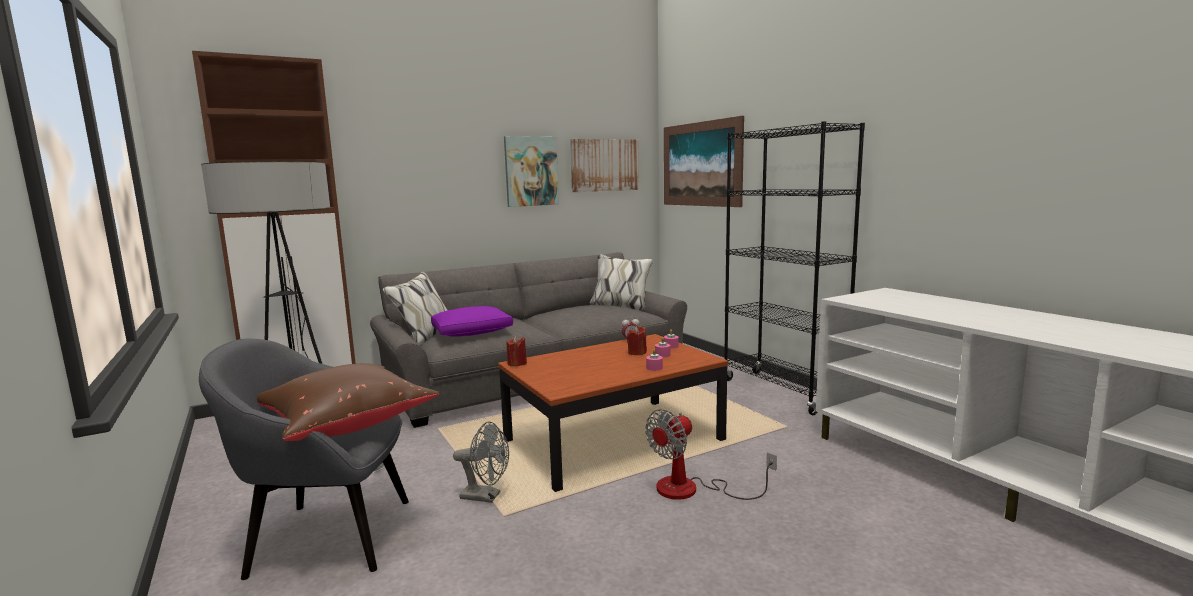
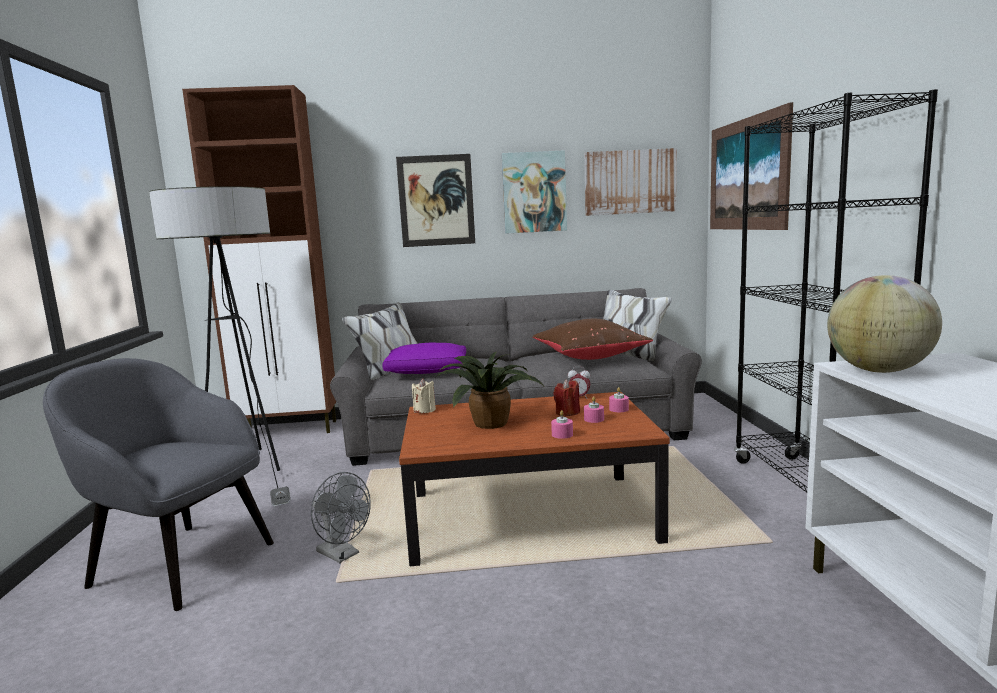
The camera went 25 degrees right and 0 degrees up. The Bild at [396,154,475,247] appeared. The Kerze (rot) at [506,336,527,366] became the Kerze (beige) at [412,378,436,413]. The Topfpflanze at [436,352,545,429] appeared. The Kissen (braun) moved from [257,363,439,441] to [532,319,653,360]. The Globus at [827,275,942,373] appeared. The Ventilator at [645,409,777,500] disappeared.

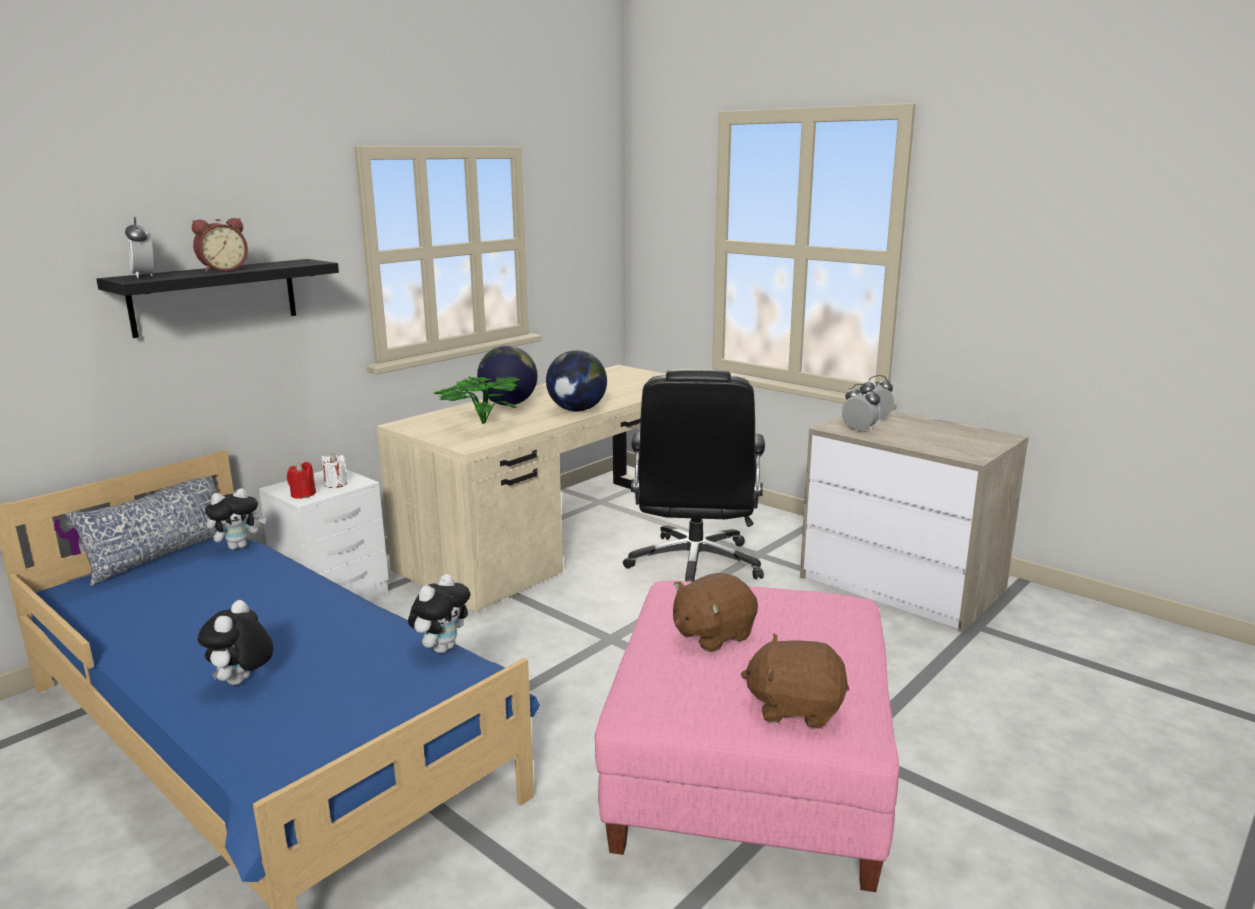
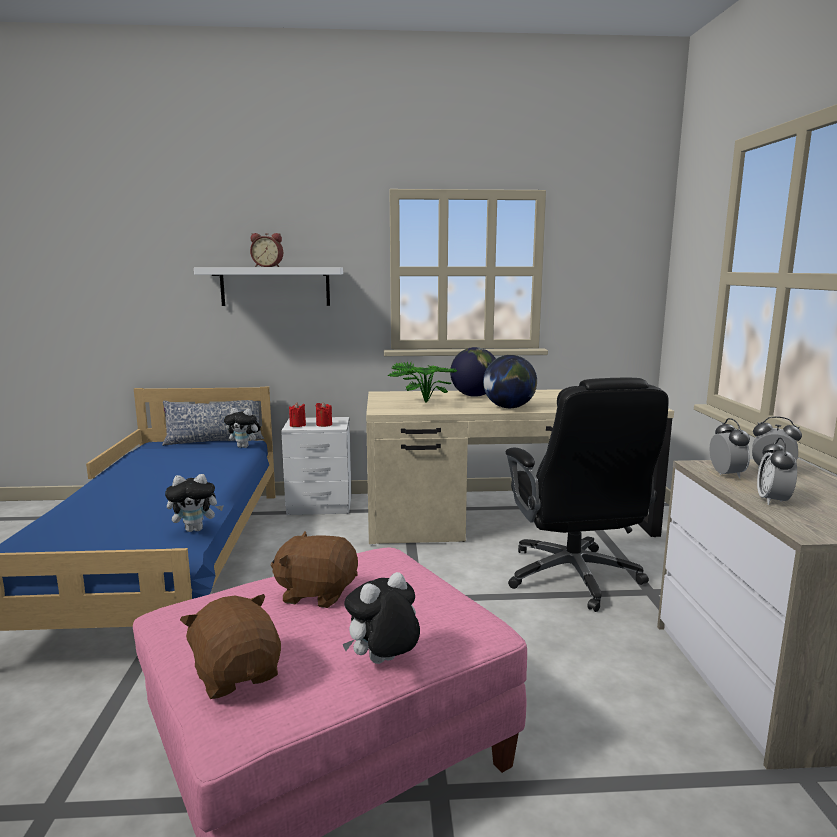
The camera went 45 degrees right and 5 degrees down. The Wandregal (schwarz) at [96,259,339,338] became the Wandregal (weiß) at [194,268,343,306]. The Kerze (weiß) at [322,453,347,488] became the Kerze (rot) at [316,402,332,427]. The Plüschtier moved from [198,600,273,685] to [343,572,420,664]. The Bürostuhl (schwarz) at [623,369,765,582] turned 60 degrees counterclockwise. The Wecker moved from [125,217,154,278] to [757,438,797,505].

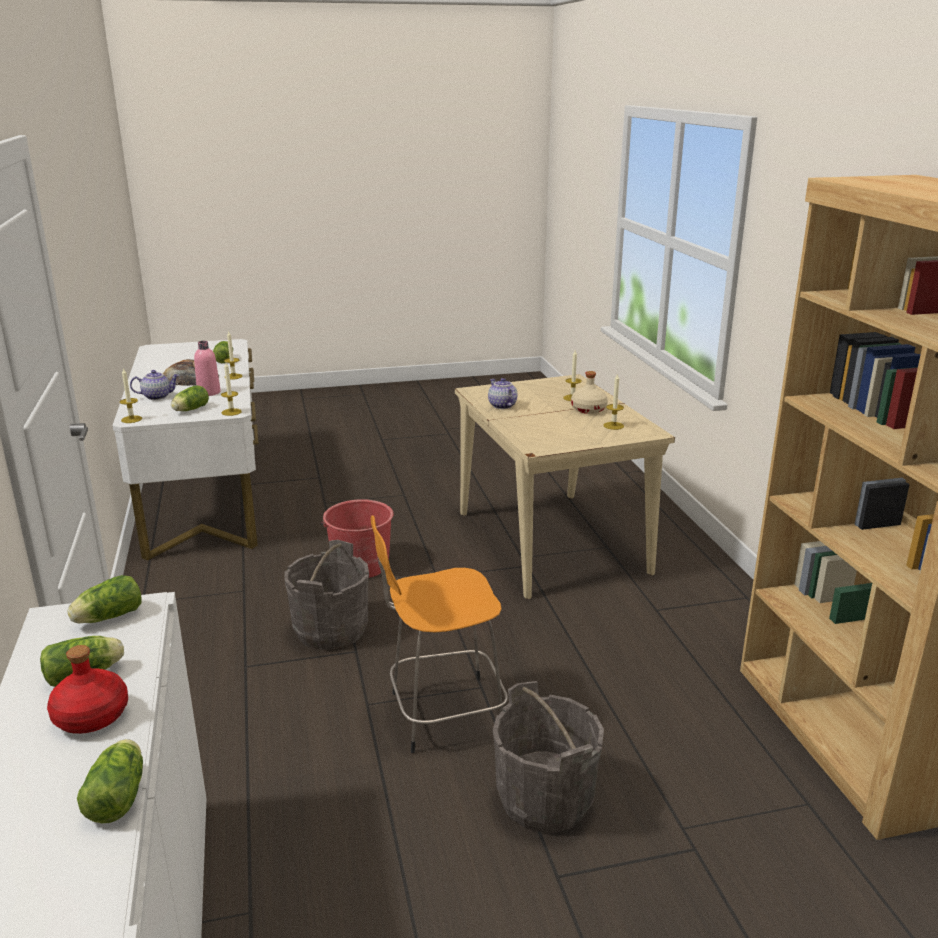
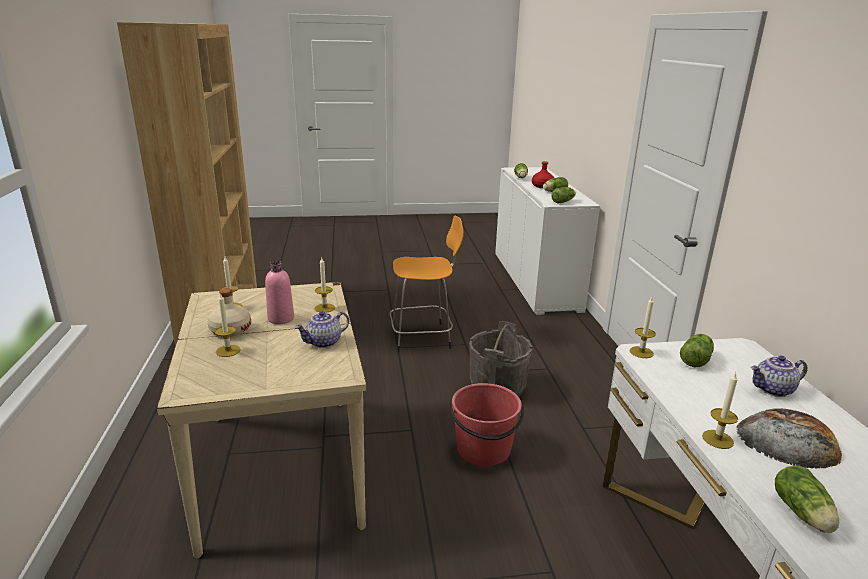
The camera went 175 degrees left and 0 degrees up. The Flasche (rosa) moved from [194,341,221,396] to [265,261,294,324]. The Teekanne at [488,378,518,409] turned 75 degrees clockwise. The Kerze moved from [120,368,142,423] to [314,258,335,313]. The Eimer (grau) at [493,681,604,833] disappeared.

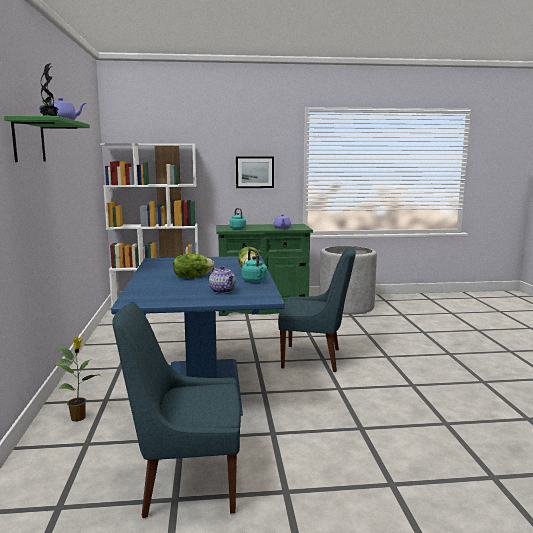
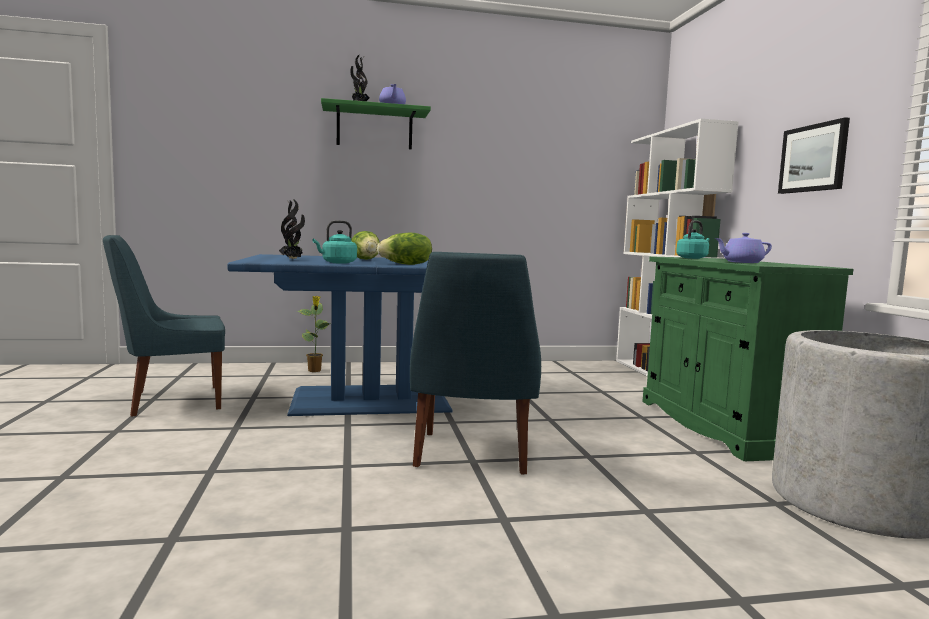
The camera went 85 degrees right and 5 degrees down. The Stuhl (blau) at [112,302,241,518] turned 105 degrees counterclockwise. The Teekanne at [209,266,236,293] was replaced by the Topfpflanze at [279,199,305,259].

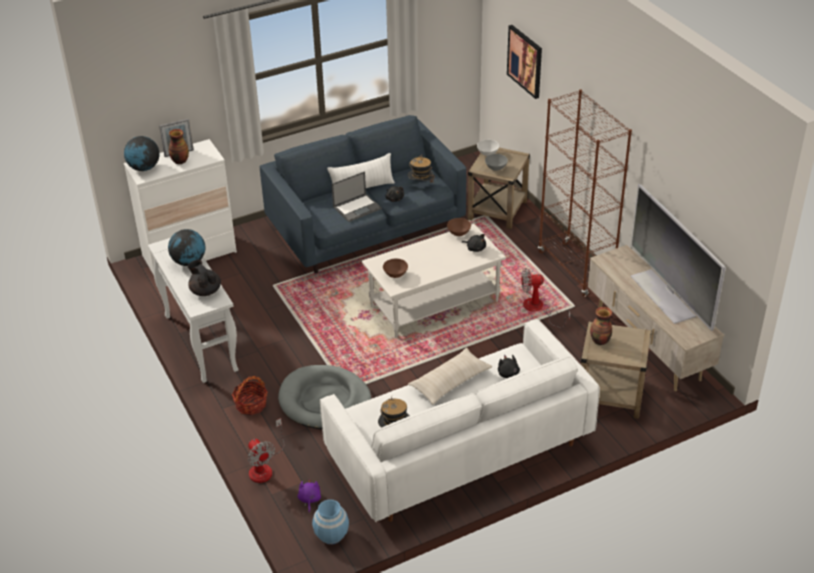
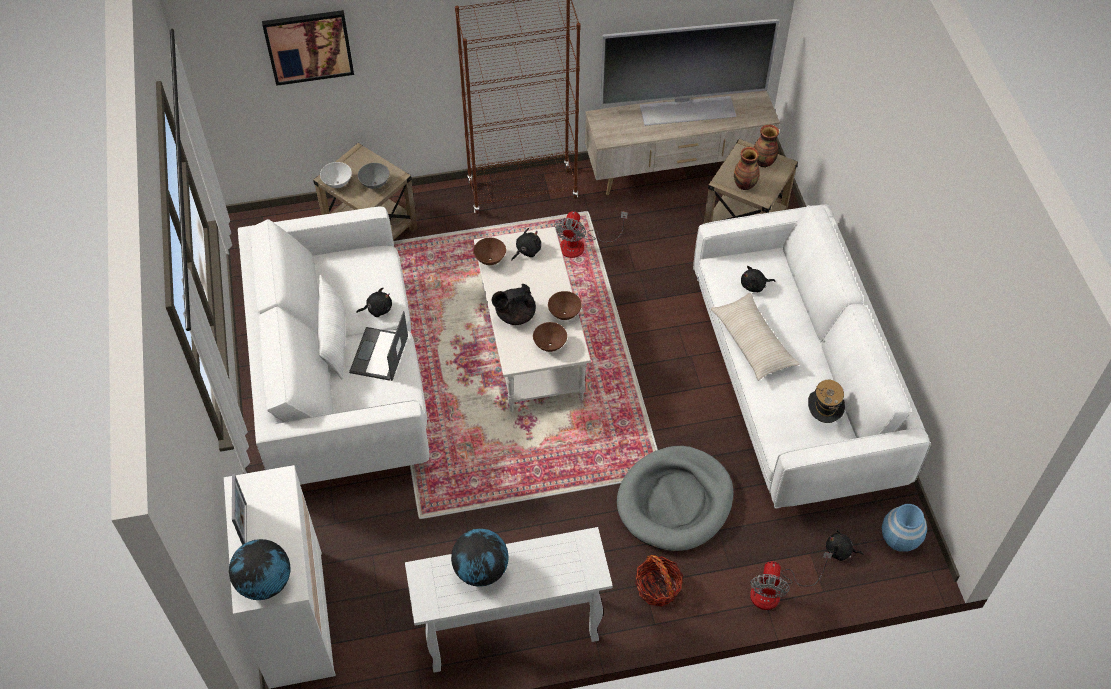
The camera went 75 degrees left and 15 degrees up. The Sofa (blau) at [260,115,467,273] became the Sofa (weiß) at [238,207,429,485]. The Laptop at [332,171,382,222] turned 150 degrees counterclockwise. The Teekanne (schwarz) moved from [188,260,221,296] to [492,284,536,325]. The Schüssel (braun) at [548,291,582,320] appeared. The Ventilator at [248,418,285,483] turned 120 degrees clockwise. The Vase moved from [169,129,189,164] to [754,125,779,168]. The Plüschtier (lila) at [298,478,321,513] became the Plüschtier (schwarz) at [826,530,864,561]. The Hut at [408,155,435,184] disappeared.

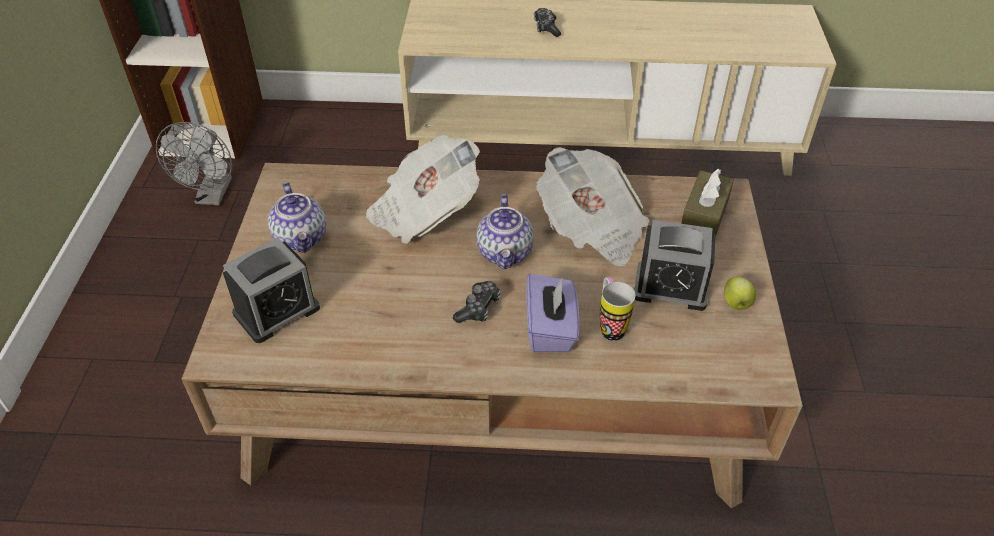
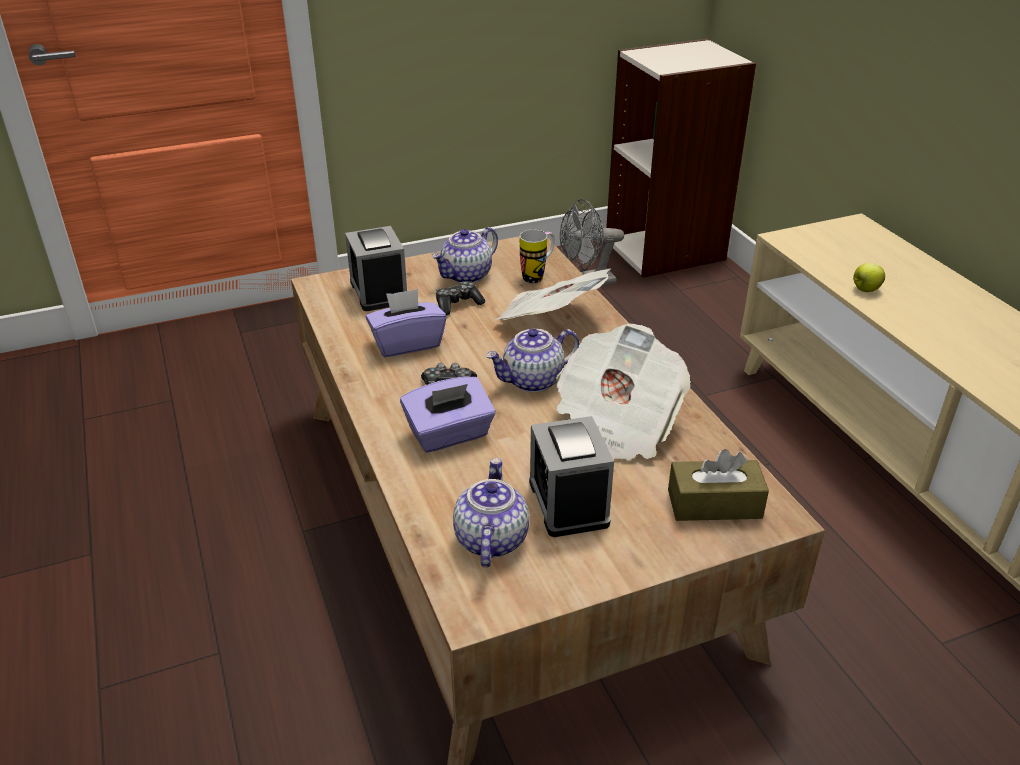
The camera went 65 degrees right and 10 degrees down. The Wecker at [223,237,320,343] turned 45 degrees clockwise. The Taschentuchbox (lila) at [366,289,447,357] appeared. The Gamepad moved from [534,8,561,37] to [436,281,485,315]. The Teekanne at [453,458,529,567] appeared. The Henkelbecher moved from [600,277,636,341] to [520,230,555,283]. The Apfel moved from [724,276,756,310] to [853,263,885,292].

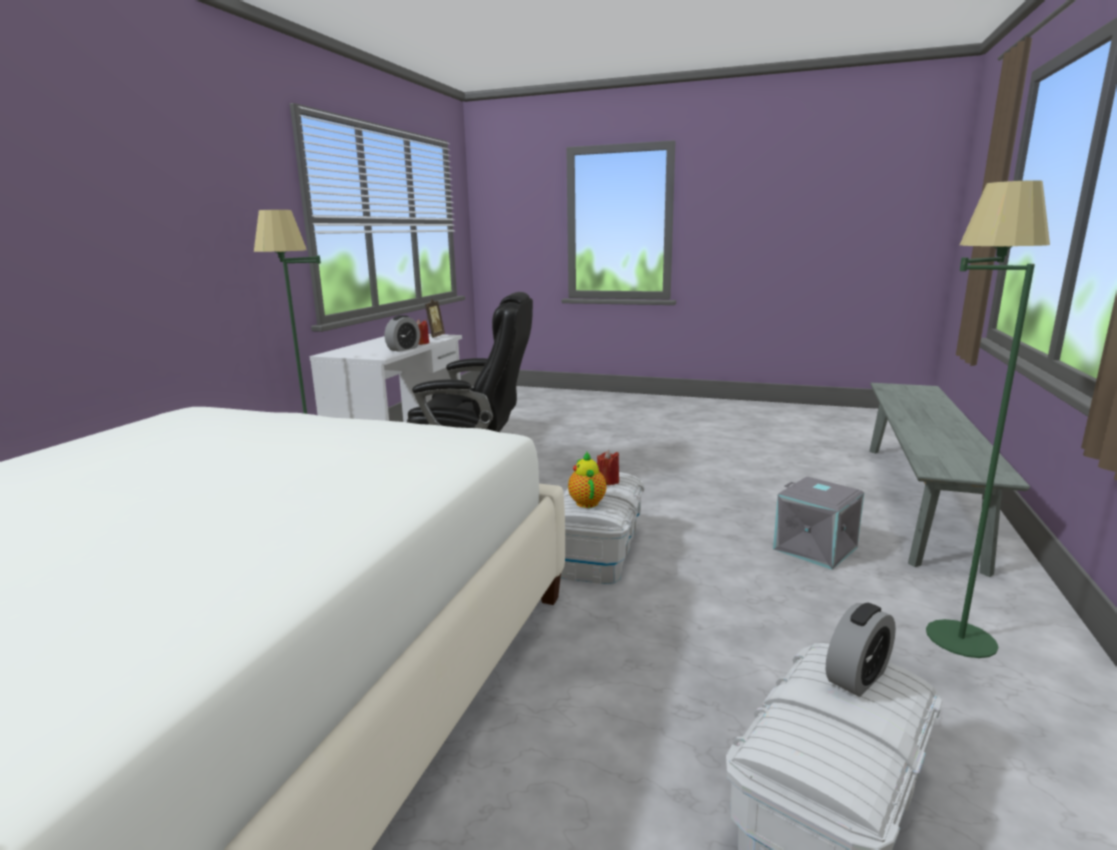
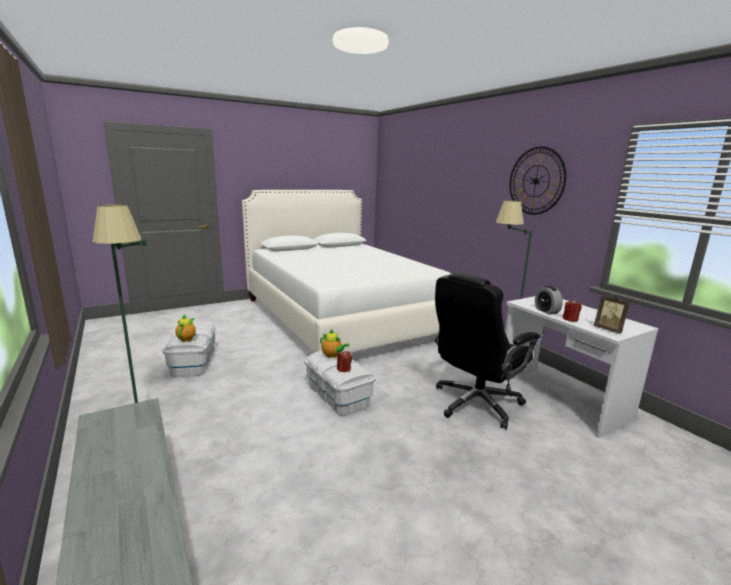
The camera went 130 degrees right and 0 degrees up. The Wecker at [826,603,896,697] was replaced by the Teekanne at [175,315,196,342]. The Wanduhr at [509,146,566,215] appeared. The Aufbewahrungsbox (grau) at [773,477,864,569] disappeared.

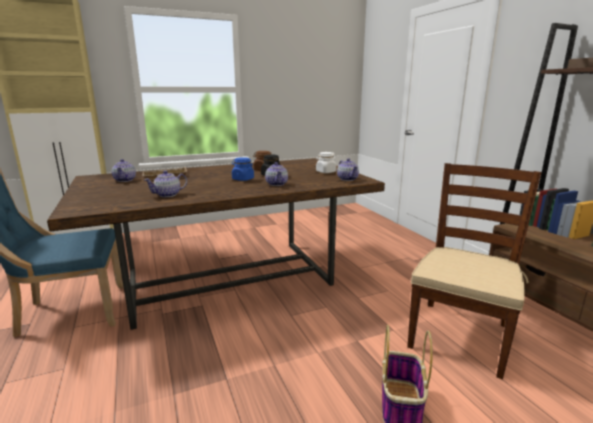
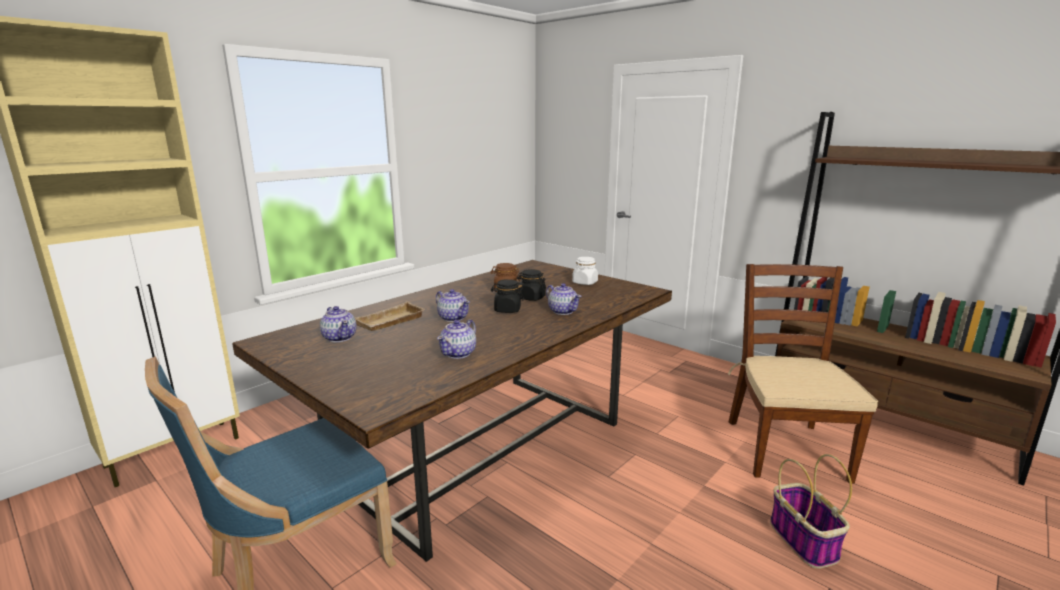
The camera went 25 degrees left and 0 degrees up. The Teekanne moved from [337,158,359,181] to [436,289,470,322]. The Vorratsglas (blau) at [232,157,254,181] became the Vorratsglas (schwarz) at [491,279,524,313].

